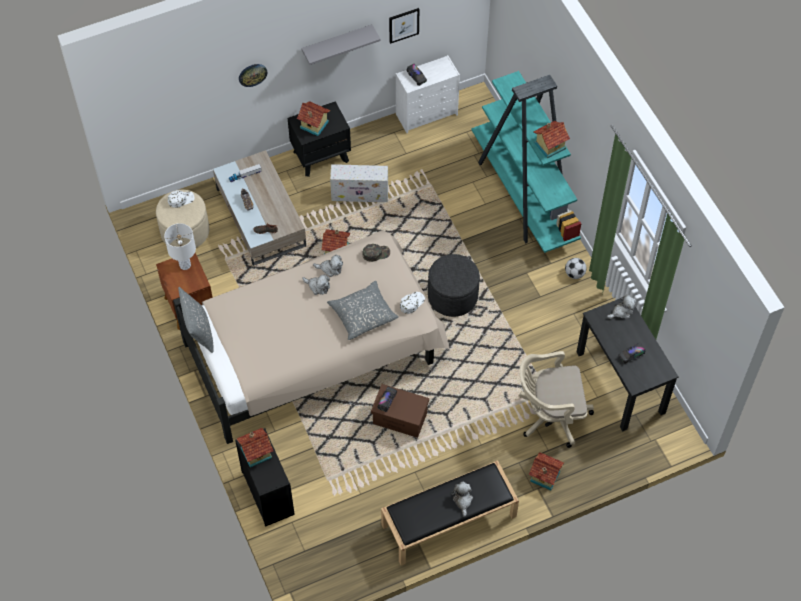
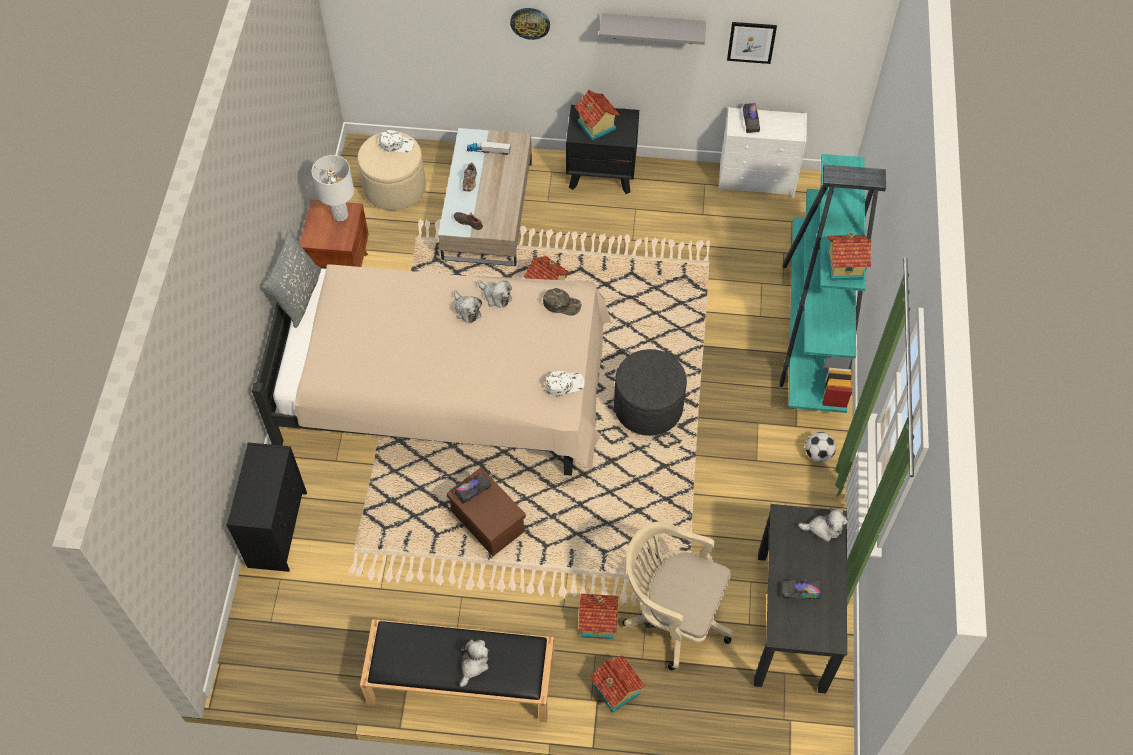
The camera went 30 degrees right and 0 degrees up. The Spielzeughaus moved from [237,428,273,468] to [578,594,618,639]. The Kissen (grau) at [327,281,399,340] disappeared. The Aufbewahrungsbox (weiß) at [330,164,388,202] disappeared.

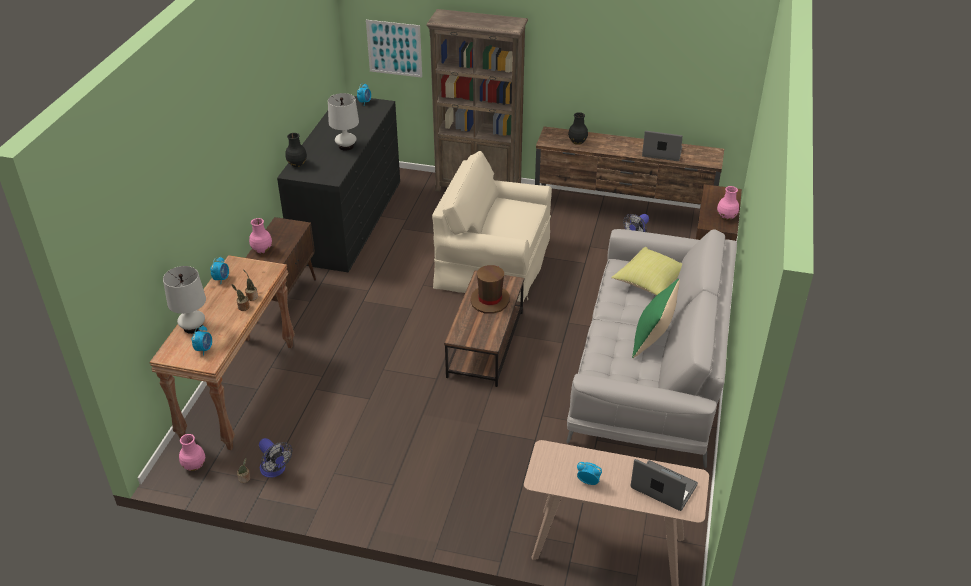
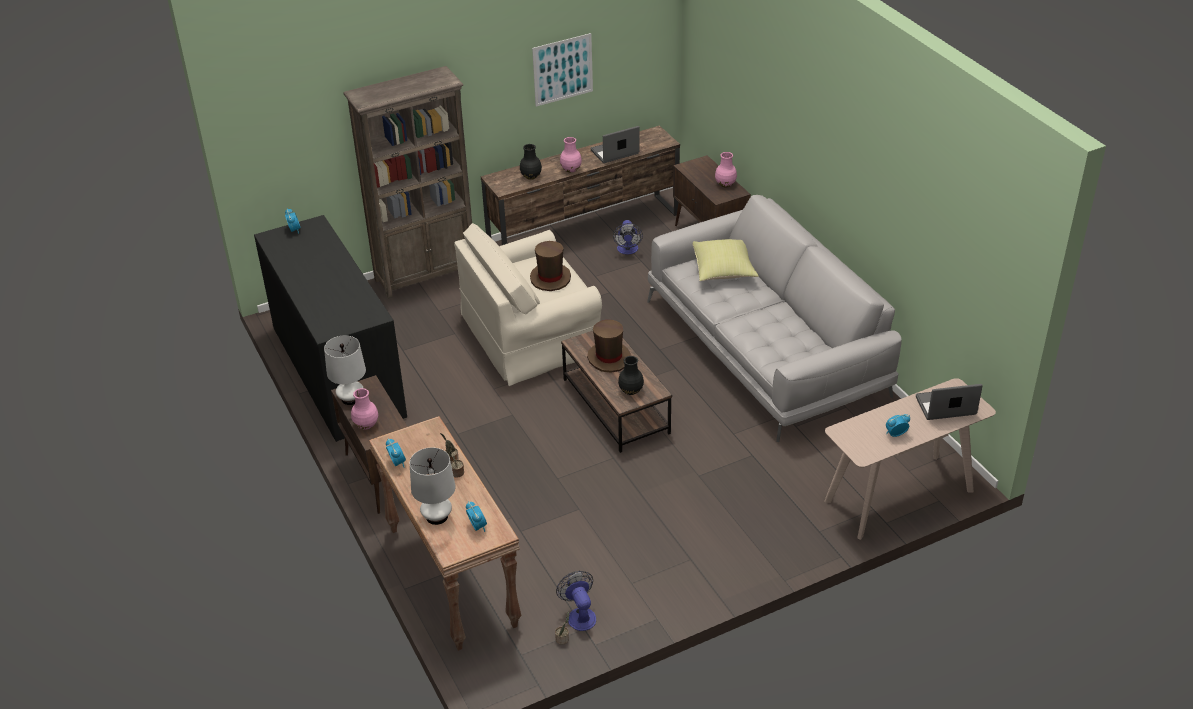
The camera went 40 degrees left and 0 degrees up. The Tischlampe (weiß) moved from [328,93,359,151] to [324,335,366,405]. The Hut (braun) at [530,241,571,291] appeared. The Bild moved from [366,20,422,78] to [532,33,593,107]. The Ventilator at [259,438,292,478] turned 120 degrees counterclockwise. The Vase (rosa) moved from [179,434,205,471] to [560,137,582,173]. The Vase (schwarz) moved from [285,133,307,167] to [618,356,644,395]. The Kissen (grün) at [632,279,680,358] disappeared.

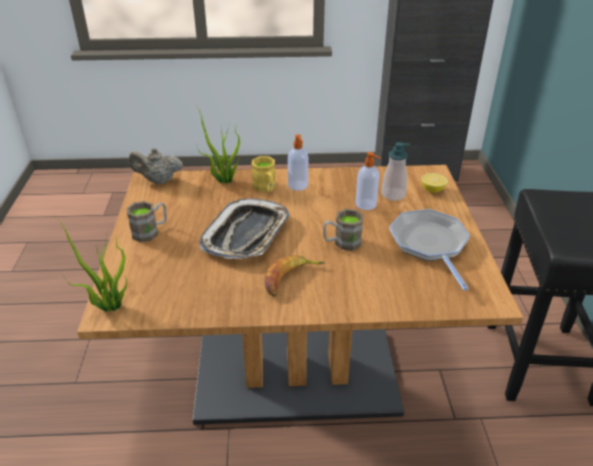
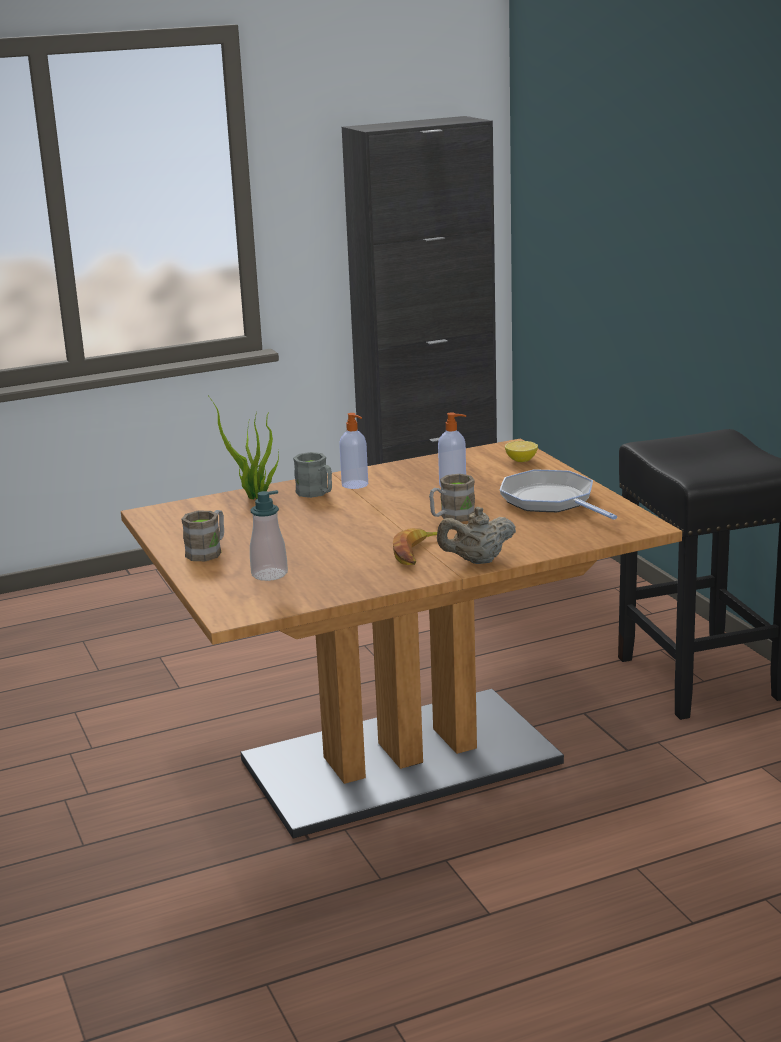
The camera went 20 degrees left and 15 degrees down. The Seifenspender moved from [381,142,410,201] to [250,490,288,581]. The Henkelbecher (gelb) at [251,156,276,192] became the Henkelbecher (grau) at [293,452,332,498]. The Teekanne (beige) moved from [129,148,183,184] to [437,507,516,564]. The Topfpflanze at [55,214,127,312] disappeared. The Tablett at [199,199,290,259] disappeared.

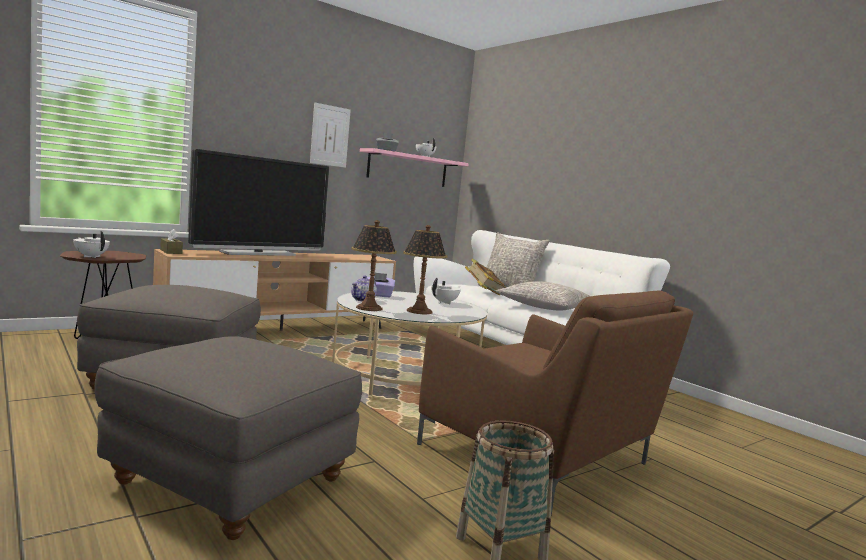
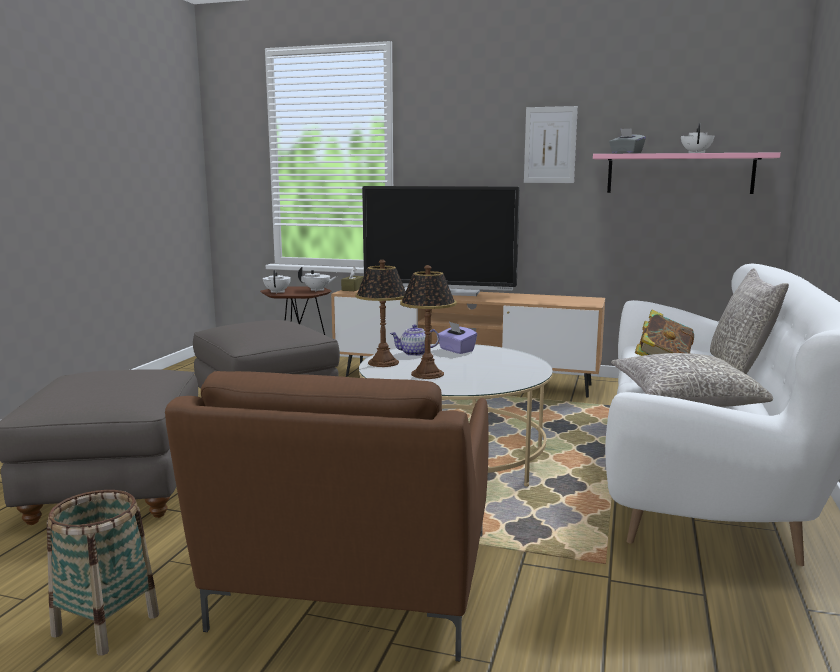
The camera went 55 degrees right and 5 degrees up. The Teekanne (weiß) moved from [431,278,461,304] to [298,267,337,292].

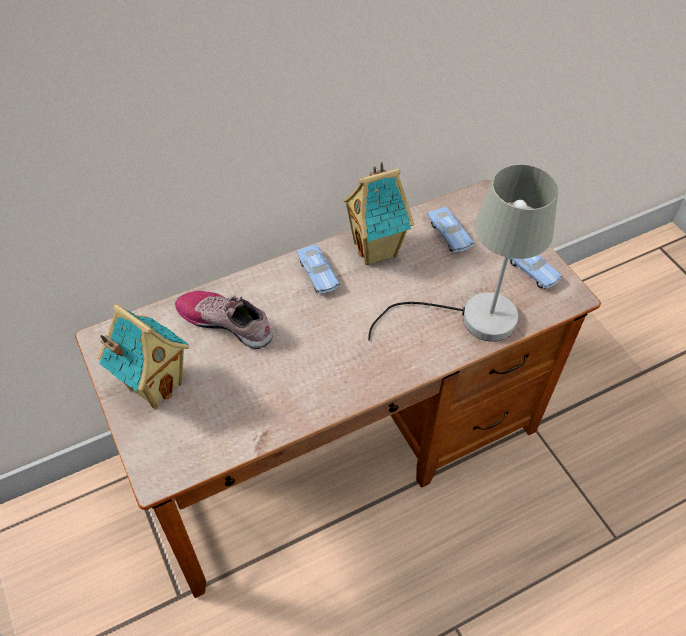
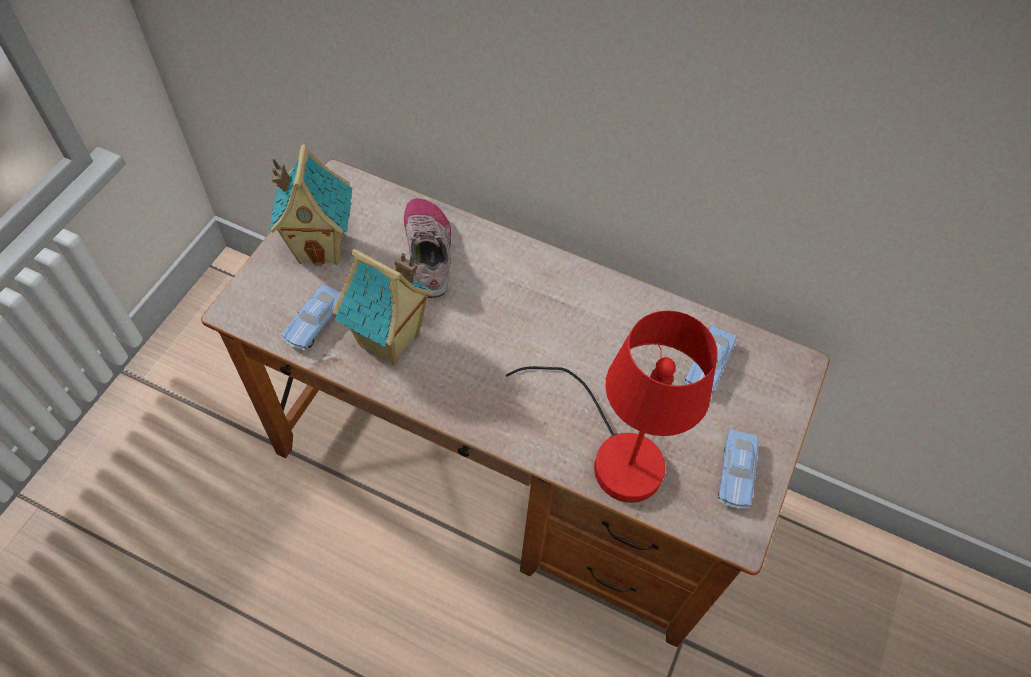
The camera went 50 degrees right and 5 degrees up. The Spielzeugauto (blau) moved from [297,244,339,294] to [281,284,341,350]. The Spielzeughaus moved from [343,162,414,265] to [332,249,434,366]. The Tischlampe (grau) at [368,165,558,342] became the Tischlampe (rot) at [505,310,717,503].

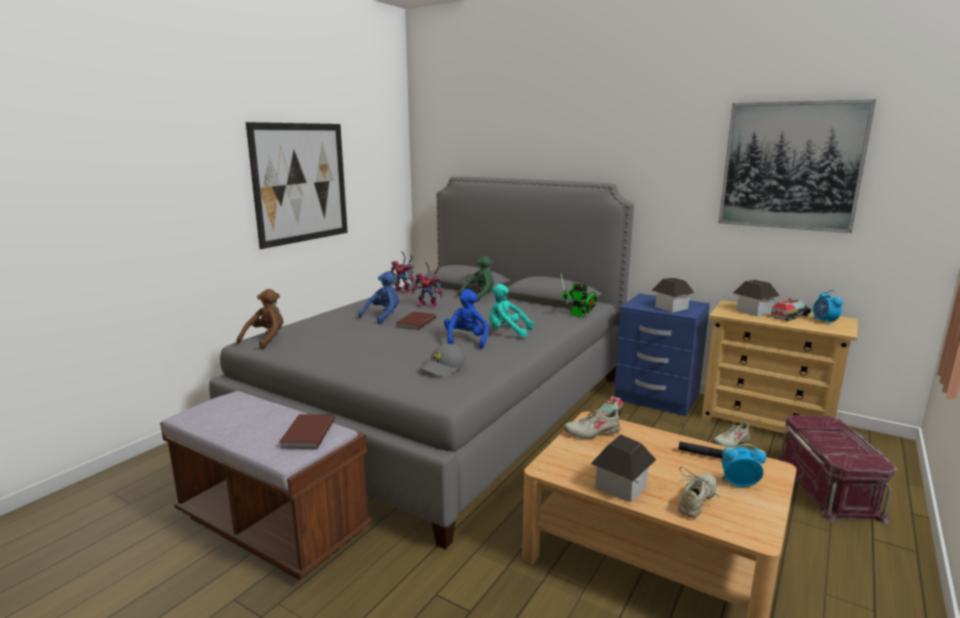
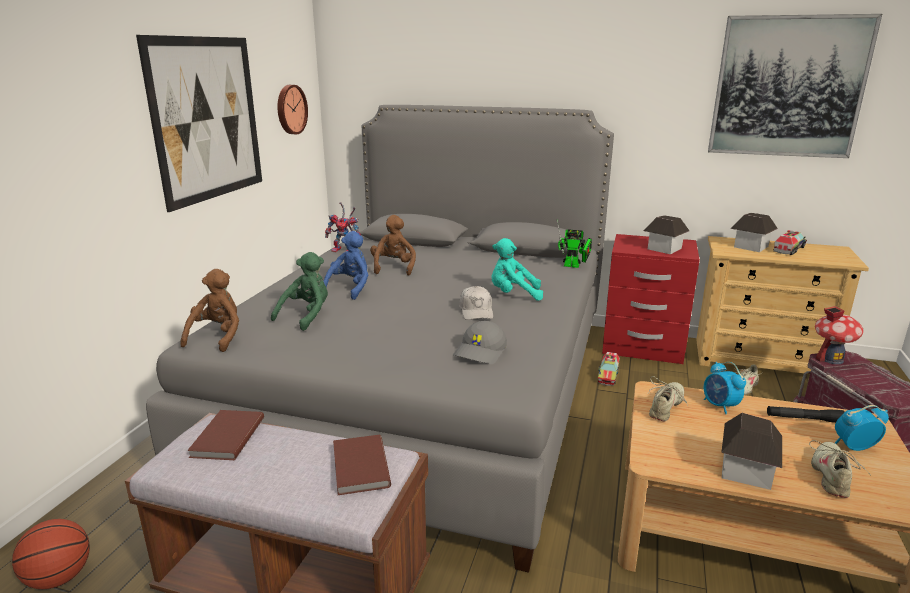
The camera went 15 degrees left and 5 degrees up. The Basketball at [12,519,90,589] appeared. The Buch (braun) moved from [396,312,436,330] to [187,410,264,460]. The Plüschtier (grün) moved from [458,256,494,302] to [271,252,328,331]. The Wanduhr at [277,85,308,134] appeared. The Spielzeugroboter at [411,262,443,308] was replaced by the Plüschtier (braun) at [370,215,416,275]. The Plüschtier (blau) at [444,289,489,349] was replaced by the Kappe (weiß) at [459,286,493,320]. The Nachttisch (blau) at [615,293,710,416] became the Nachttisch (rot) at [602,234,700,364]. The Schuh (beige) at [564,409,621,439] turned 150 degrees clockwise. The Wecker moved from [813,290,843,325] to [704,362,746,414]. The Spielzeughaus at [815,306,864,364] appeared.

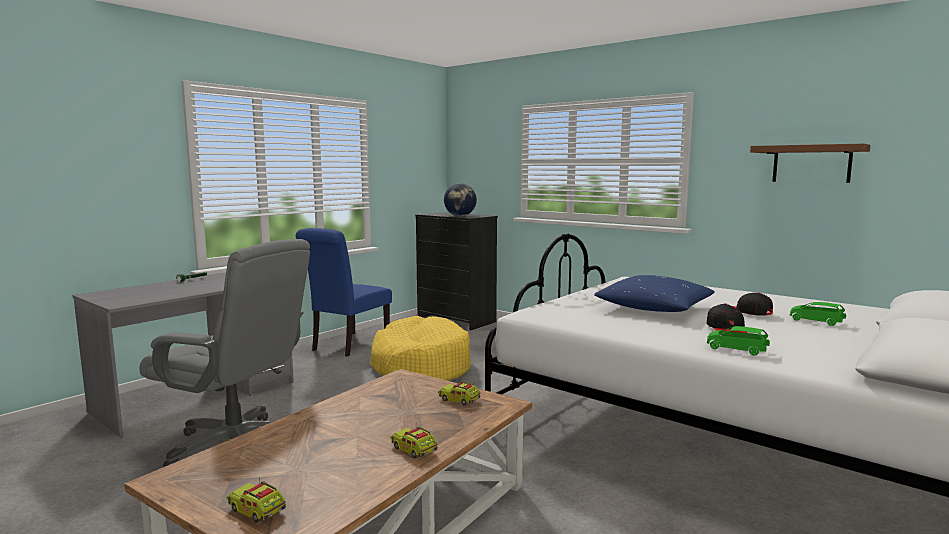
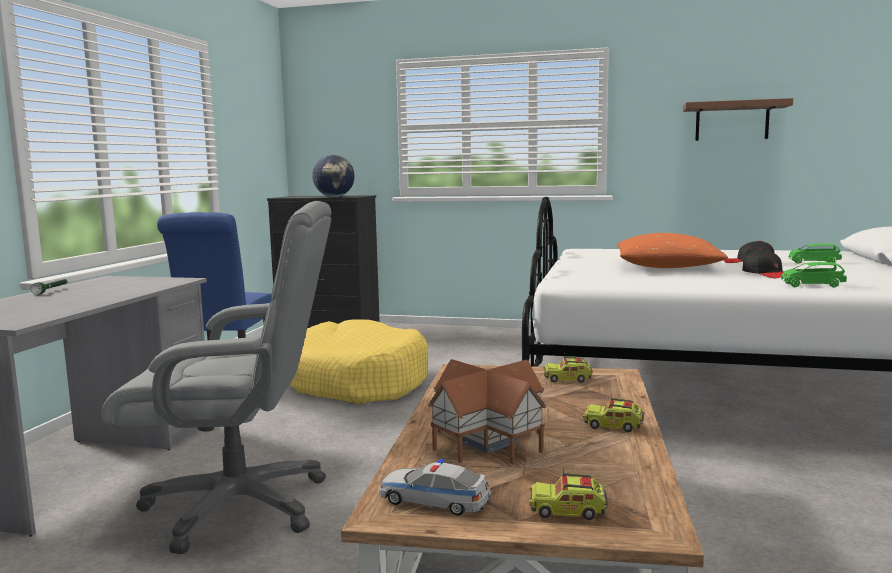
The camera went 25 degrees left and 0 degrees up. The Spielzeugauto at [379,459,491,516] appeared. The Spielzeughaus at [427,359,547,464] appeared. The Kissen (blau) at [594,275,715,312] became the Kissen (orange) at [617,233,728,268].

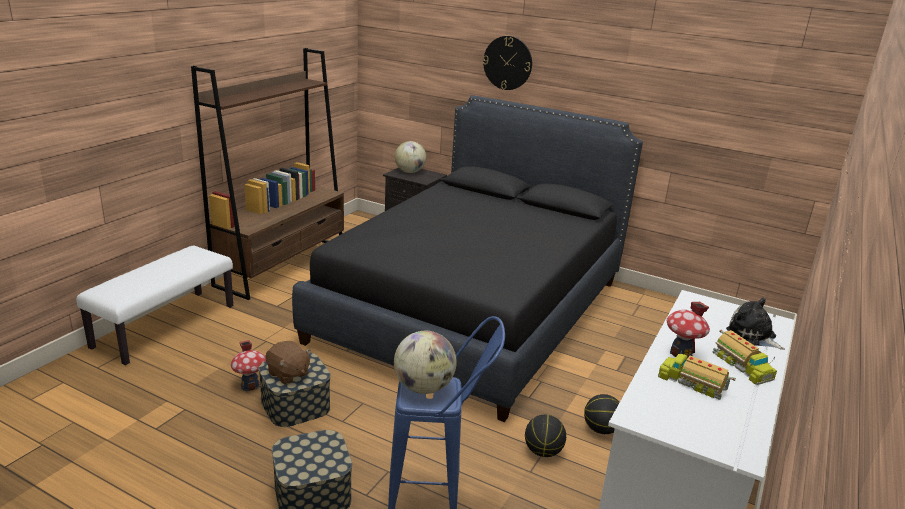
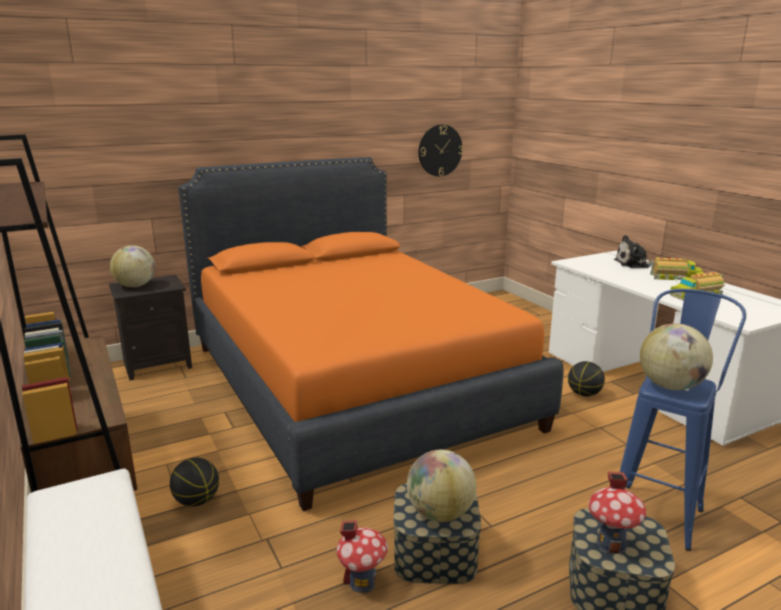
The camera went 55 degrees left and 5 degrees down. The Basketball moved from [525,415,566,457] to [170,458,219,507]. The Bett (schwarz) at [292,95,643,422] became the Bett (orange) at [178,157,563,511]. The Plüschtier (braun) at [265,341,311,384] was replaced by the Globus at [407,450,477,522]. The Wanduhr moved from [483,36,532,90] to [418,125,463,177]. The Spielzeughaus moved from [667,302,710,358] to [588,471,646,554].

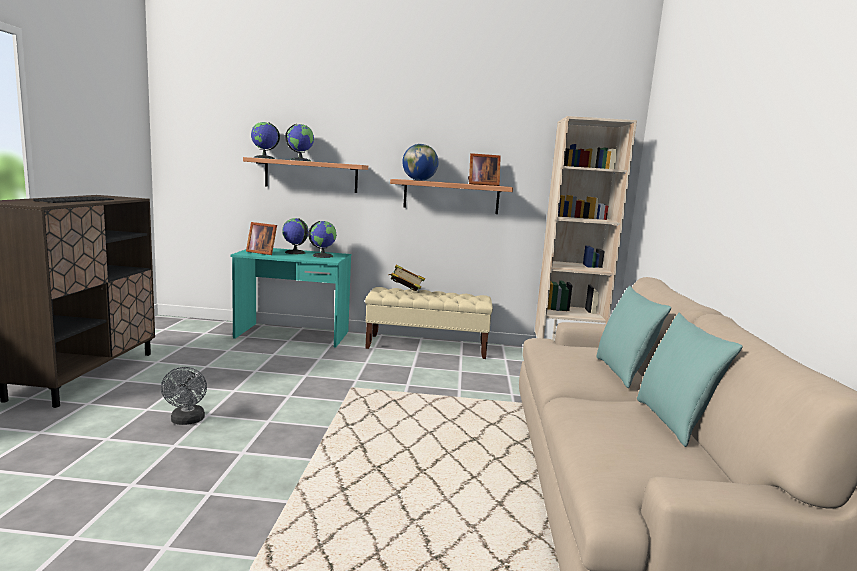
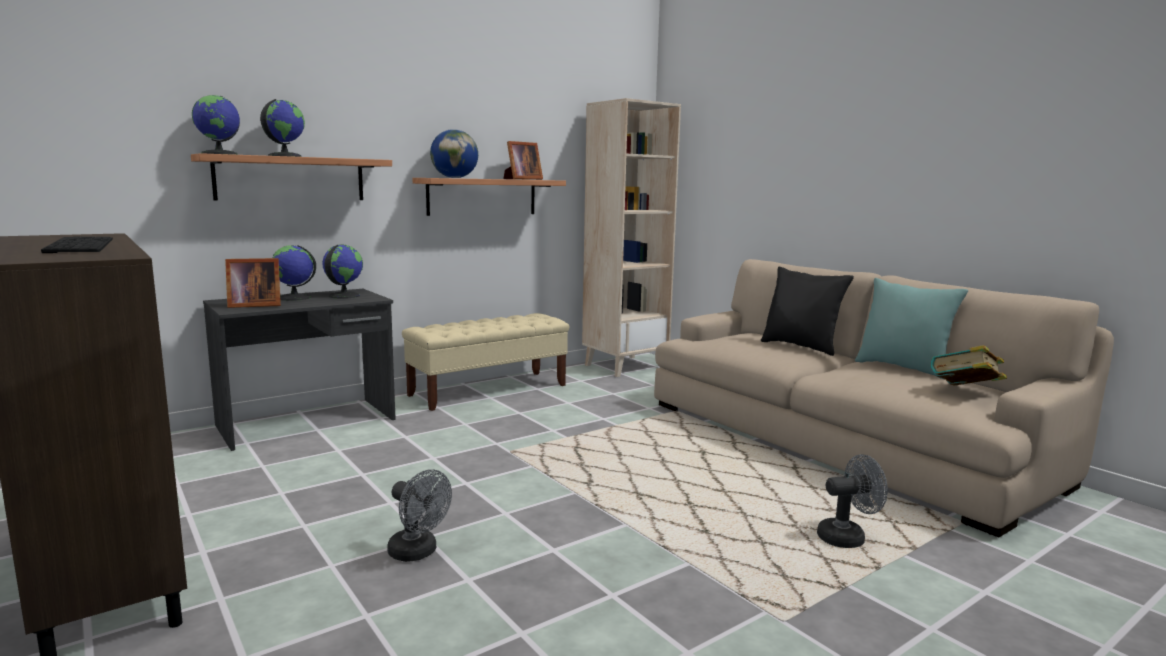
The camera went 40 degrees left and 0 degrees up. The Schreibtisch (türkis) at [230,248,351,347] became the Schreibtisch (grau) at [203,289,396,451]. The Kissen (türkis) at [596,286,671,388] became the Kissen (schwarz) at [761,266,854,356]. The Ventilator (grau) at [817,454,888,548] appeared. The Buch moved from [388,264,425,291] to [930,345,1007,386].

